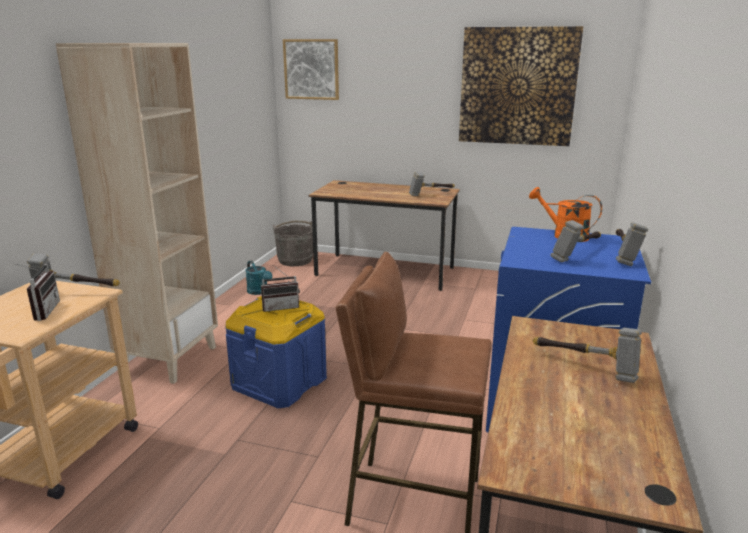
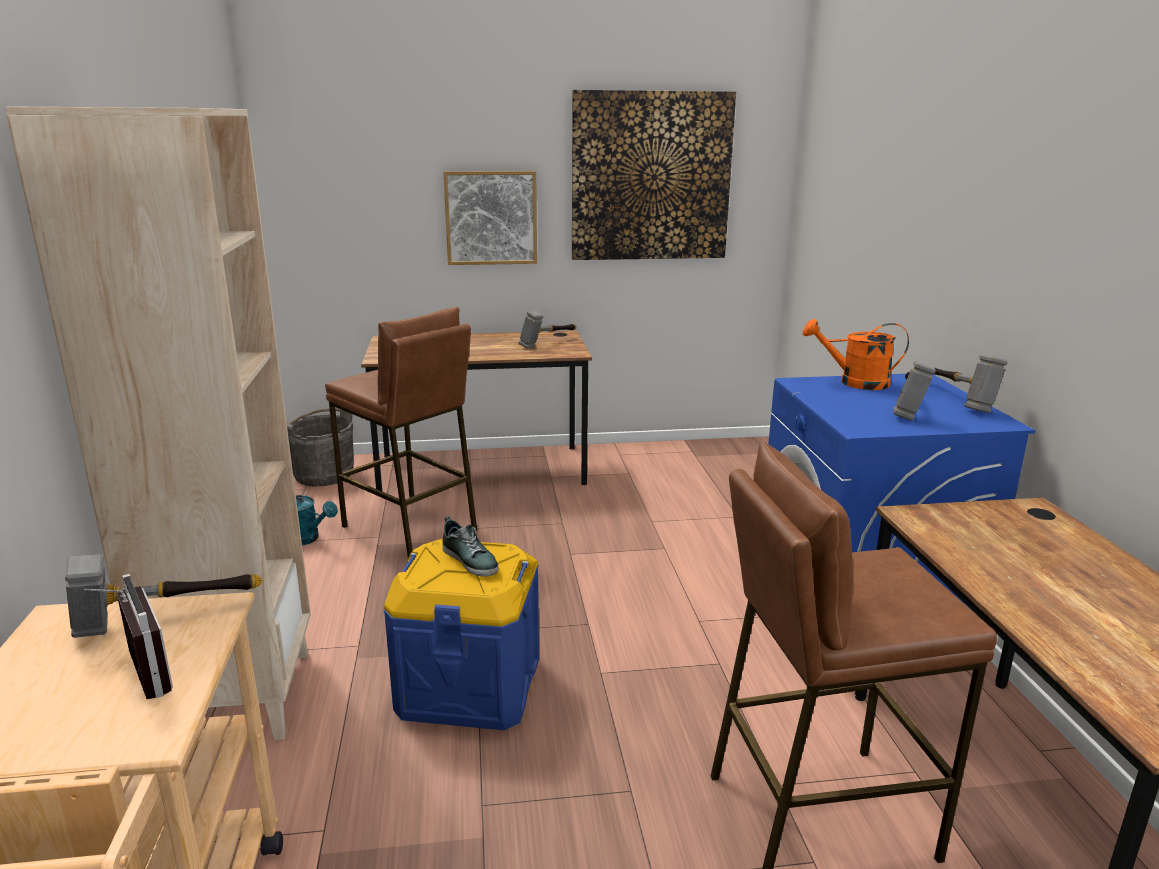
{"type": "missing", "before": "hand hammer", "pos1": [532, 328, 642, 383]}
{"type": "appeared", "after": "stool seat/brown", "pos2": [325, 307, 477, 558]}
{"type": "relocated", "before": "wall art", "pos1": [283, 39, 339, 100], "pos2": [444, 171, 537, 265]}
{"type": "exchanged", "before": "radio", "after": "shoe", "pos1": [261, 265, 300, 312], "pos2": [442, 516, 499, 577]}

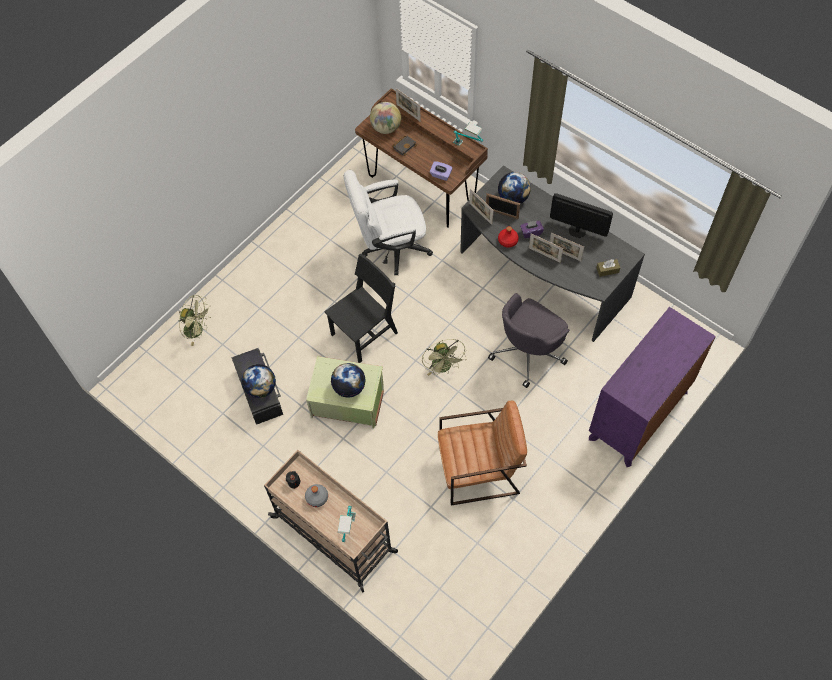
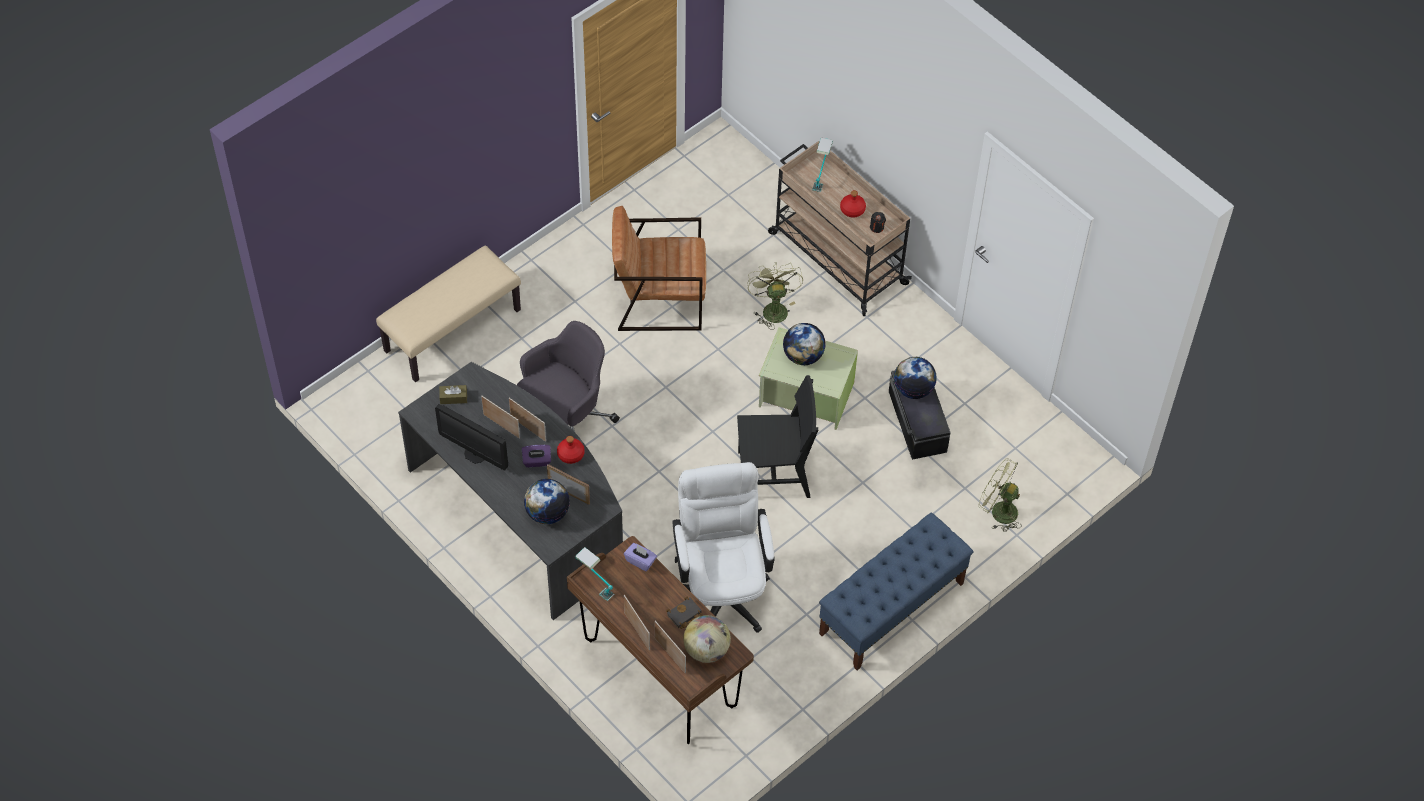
{"type": "appeared", "after": "bench/blue-coloured", "pos2": [819, 513, 973, 670]}
{"type": "relocated", "before": "cooling fan/greenish", "pos1": [422, 339, 466, 376], "pos2": [748, 262, 803, 330]}
{"type": "relocated", "before": "photo frame", "pos1": [469, 188, 494, 225], "pos2": [624, 595, 650, 650]}
{"type": "exchanged", "before": "dresser/purple-coloured", "after": "bench/beige", "pos1": [589, 307, 716, 467], "pos2": [376, 245, 521, 382]}
{"type": "colour", "before": "beverage bottle/grey", "after": "beverage bottle/red", "pos1": [305, 484, 328, 507], "pos2": [840, 190, 866, 218]}
{"type": "spun", "before": "chair/black", "pos1": [324, 254, 398, 363], "pos2": [737, 375, 818, 498], "turn": -150}
{"type": "spun", "before": "computer chair/white", "pos1": [343, 170, 433, 275], "pos2": [672, 462, 774, 633], "turn": -90}

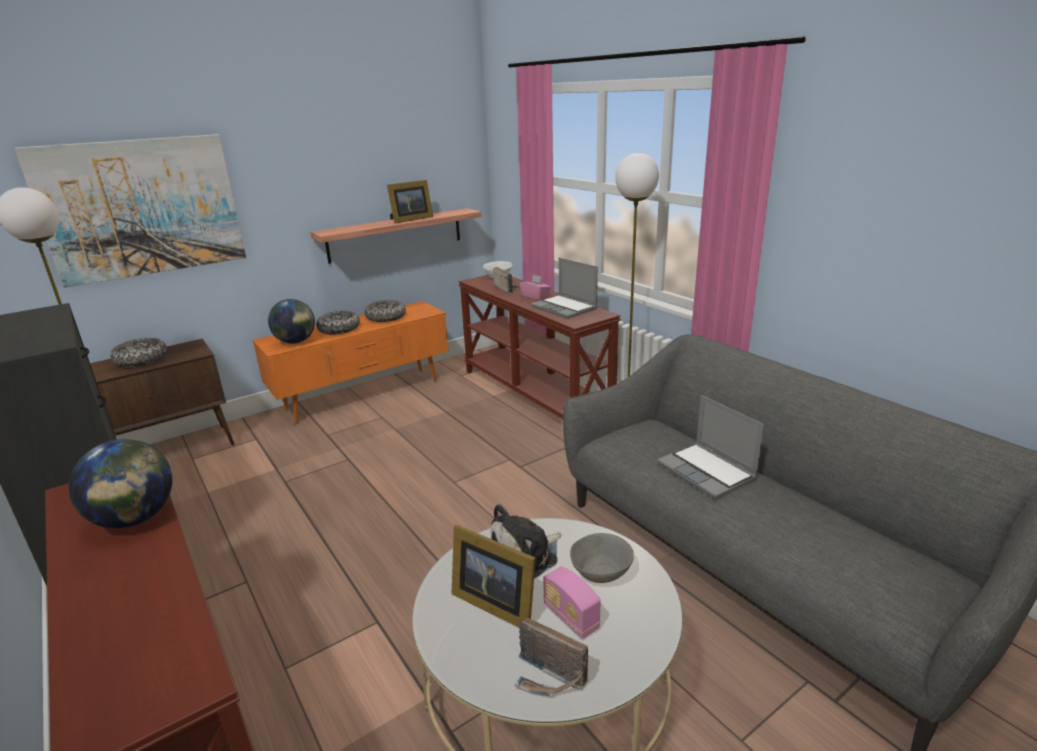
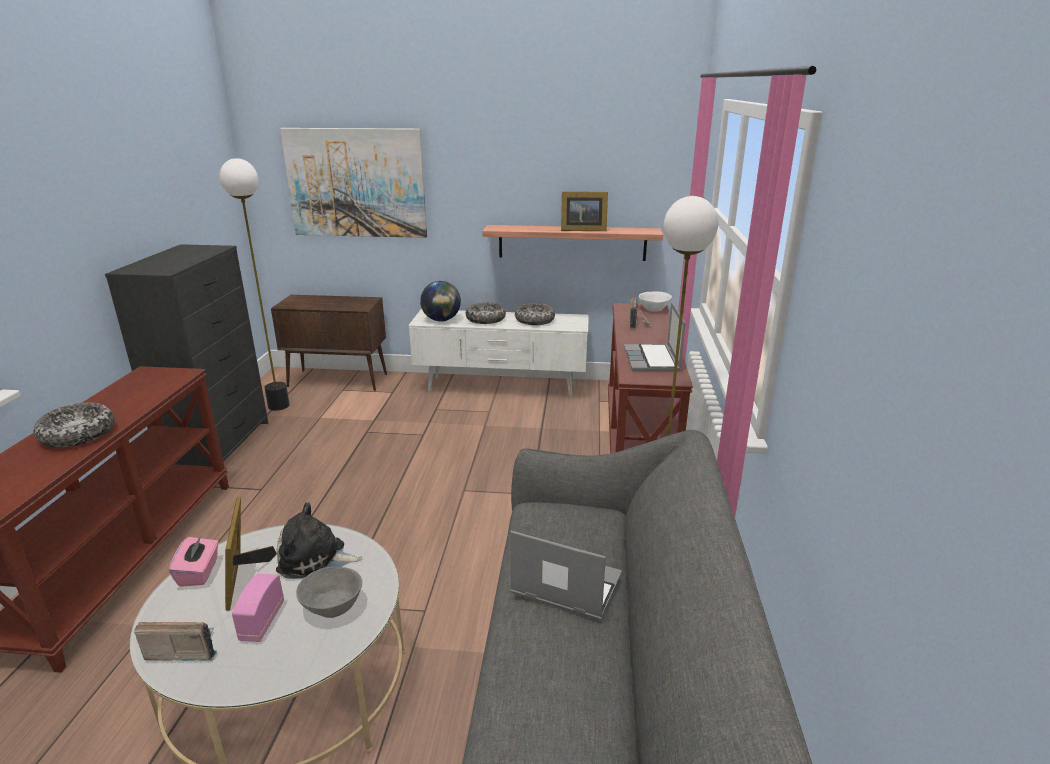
{"type": "missing", "before": "desk globe", "pos1": [69, 439, 173, 528]}
{"type": "relocated", "before": "bowl", "pos1": [110, 338, 167, 367], "pos2": [34, 403, 115, 448]}
{"type": "relocated", "before": "box of tissues/pink", "pos1": [520, 275, 551, 300], "pos2": [169, 536, 219, 587]}
{"type": "colour", "before": "media console/orange", "after": "media console/white", "pos1": [252, 301, 448, 424], "pos2": [408, 309, 589, 398]}
{"type": "spun", "before": "radio", "pos1": [514, 617, 588, 696], "pos2": [134, 622, 217, 661], "turn": 105}
{"type": "spun", "before": "notebook computer", "pos1": [657, 395, 764, 499], "pos2": [510, 531, 622, 620], "turn": 105}

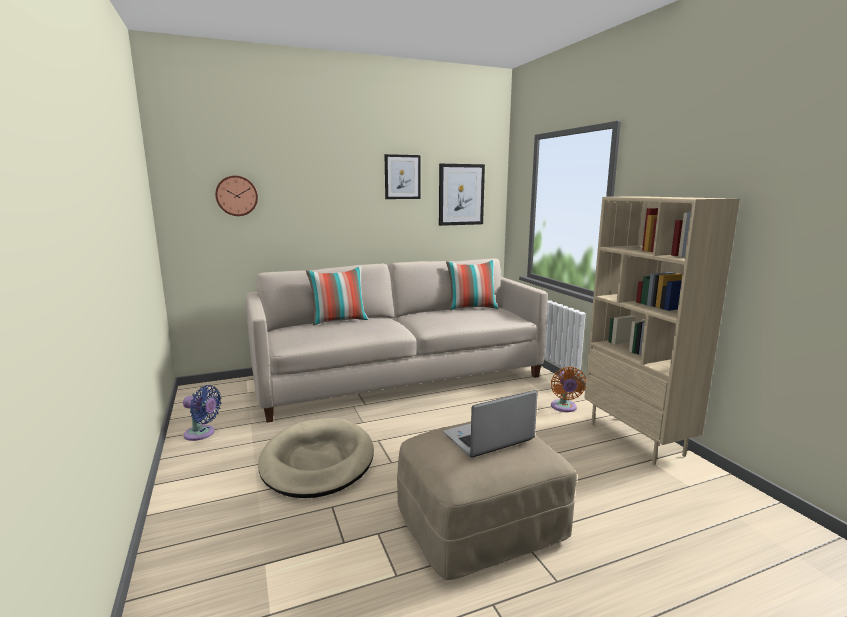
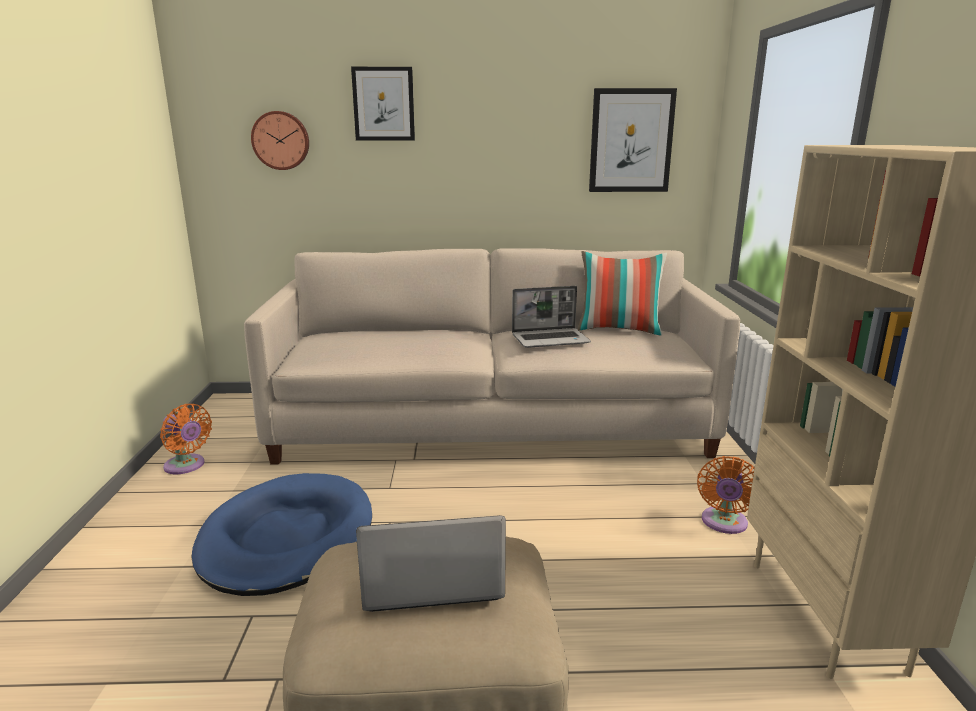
{"type": "missing", "before": "cushion", "pos1": [306, 266, 368, 325]}
{"type": "appeared", "after": "notebook computer", "pos2": [512, 286, 591, 348]}
{"type": "relocated", "before": "wall art", "pos1": [384, 154, 421, 199], "pos2": [351, 67, 415, 140]}
{"type": "colour", "before": "cooling fan/blue-coloured", "after": "cooling fan/orange", "pos1": [183, 385, 221, 441], "pos2": [160, 404, 212, 474]}
{"type": "colour", "before": "pet bed/beige", "after": "pet bed/blue-coloured", "pos1": [258, 418, 374, 498], "pos2": [192, 473, 372, 596]}

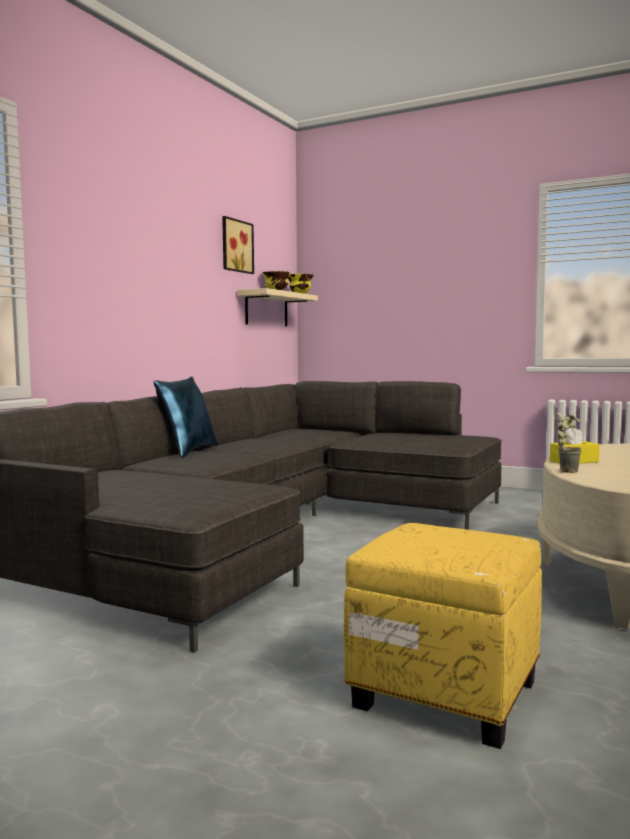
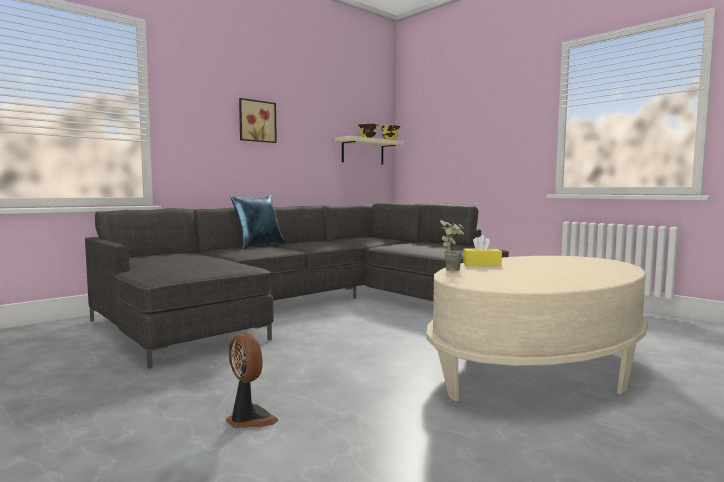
{"type": "relocated", "before": "wall art", "pos1": [222, 216, 254, 274], "pos2": [239, 98, 277, 143]}
{"type": "exchanged", "before": "pouffe/yellow-coloured", "after": "cooling fan", "pos1": [344, 523, 542, 749], "pos2": [226, 332, 278, 428]}

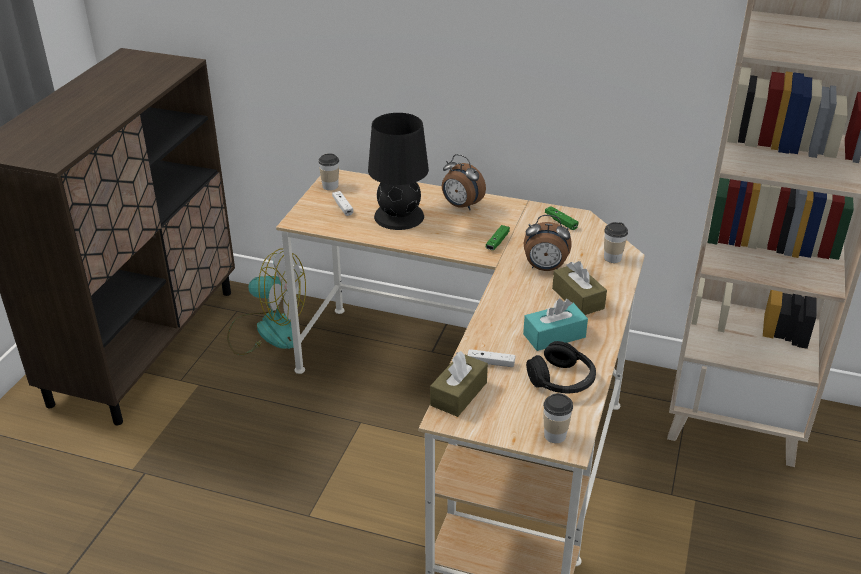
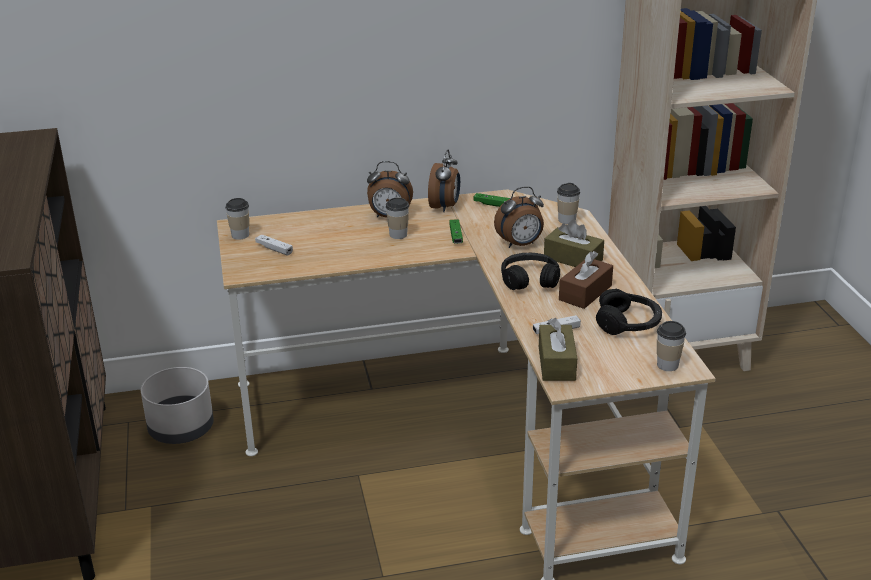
{"type": "missing", "before": "lamp for a table/black", "pos1": [368, 113, 429, 230]}
{"type": "appeared", "after": "cup", "pos2": [386, 198, 409, 239]}
{"type": "appeared", "after": "alarm clock", "pos2": [428, 150, 460, 212]}
{"type": "appeared", "after": "headphones/black", "pos2": [501, 253, 560, 290]}
{"type": "exchanged", "before": "cooling fan", "after": "planter/grey", "pos1": [227, 248, 306, 355], "pos2": [141, 367, 214, 444]}
{"type": "colour", "before": "box of tissues/blue-green", "after": "box of tissues/brown", "pos1": [523, 299, 588, 351], "pos2": [559, 251, 613, 309]}

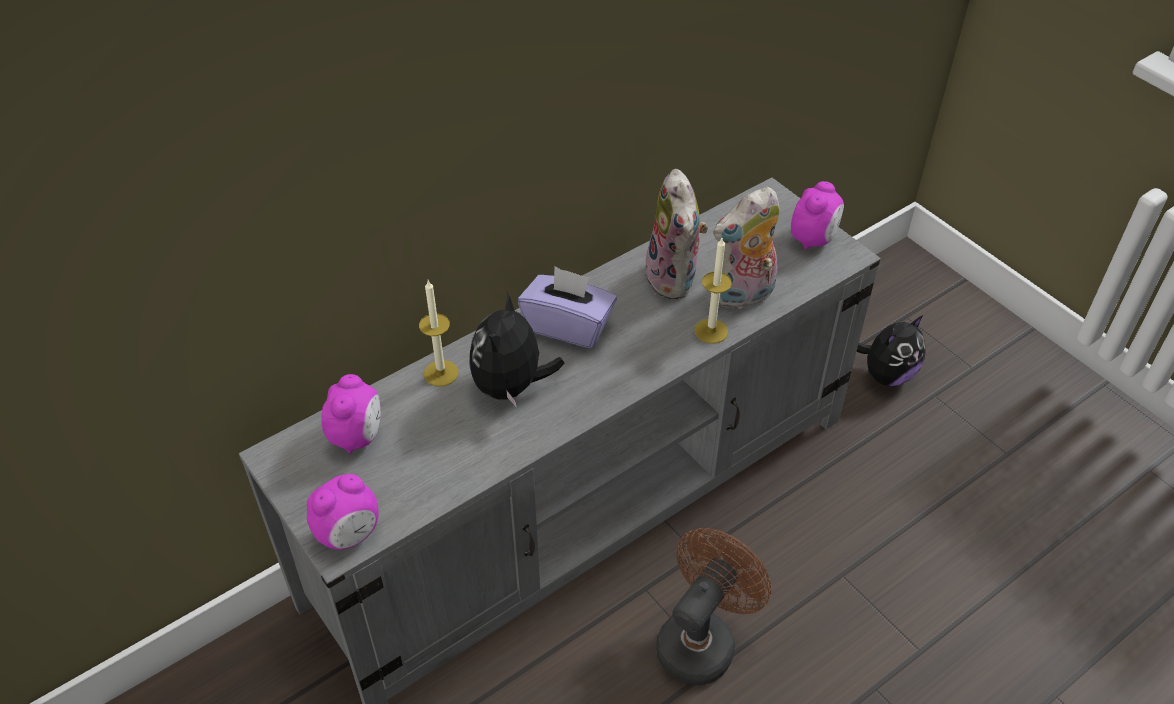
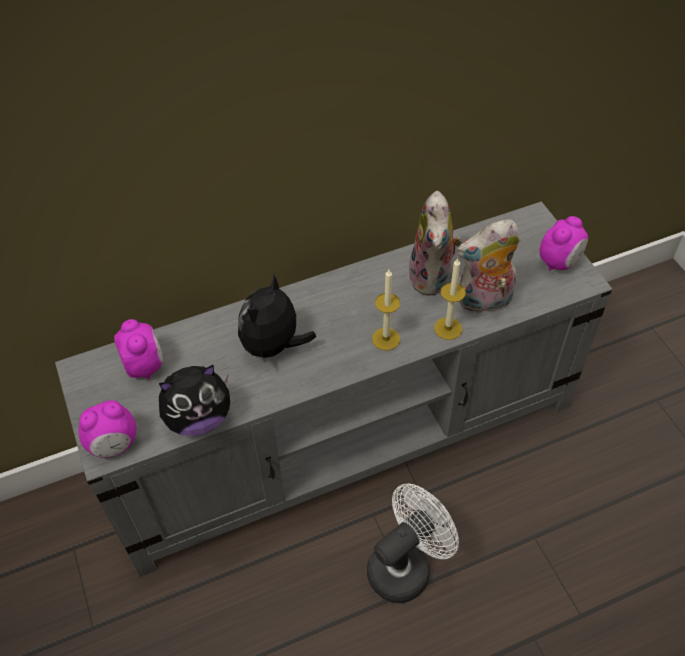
{"type": "missing", "before": "box of tissues/purple-coloured", "pos1": [518, 267, 617, 348]}
{"type": "relocated", "before": "wax candle", "pos1": [419, 280, 458, 387], "pos2": [372, 270, 400, 350]}
{"type": "relocated", "before": "soft toy", "pos1": [857, 315, 926, 386], "pos2": [159, 365, 230, 436]}
{"type": "colour", "before": "cooling fan/brown", "after": "cooling fan/white", "pos1": [656, 528, 771, 685], "pos2": [367, 484, 459, 603]}
{"type": "spun", "before": "alarm clock", "pos1": [321, 374, 381, 454], "pos2": [114, 319, 163, 380], "turn": -45}

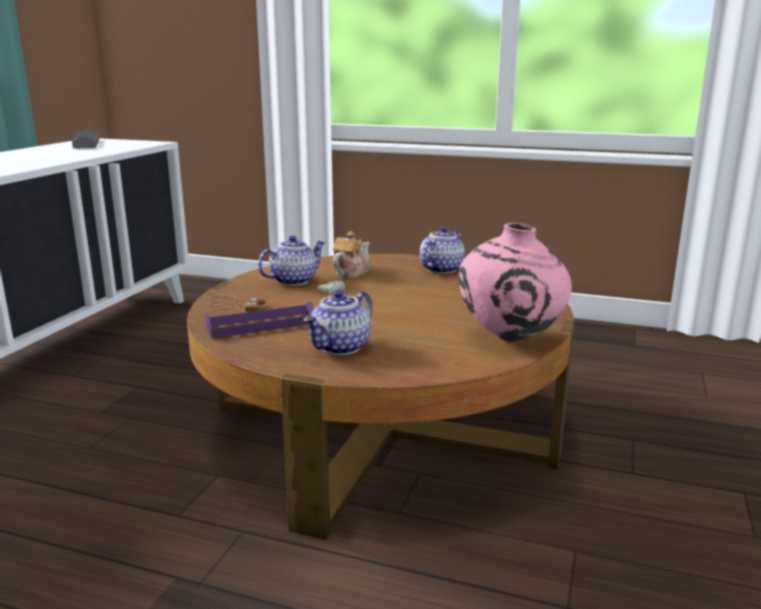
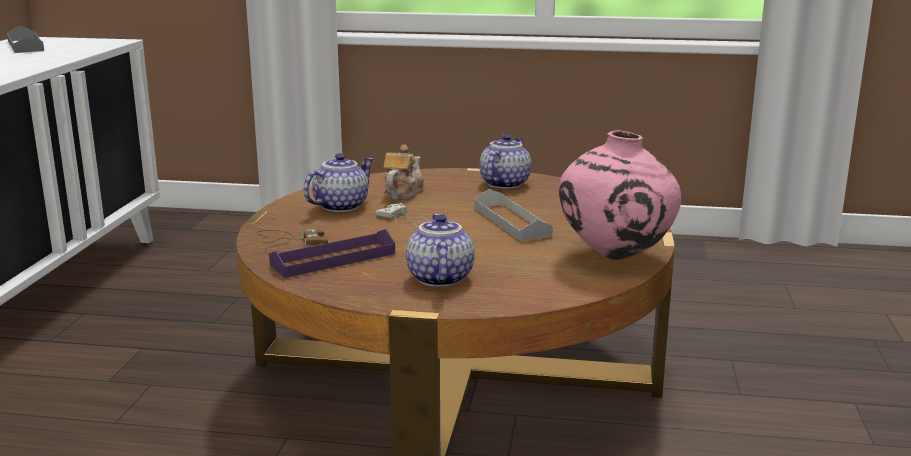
{"type": "appeared", "after": "carrying tray/grey", "pos2": [474, 189, 553, 241]}
{"type": "spun", "before": "teapot", "pos1": [303, 290, 373, 355], "pos2": [406, 214, 474, 287], "turn": 150}

